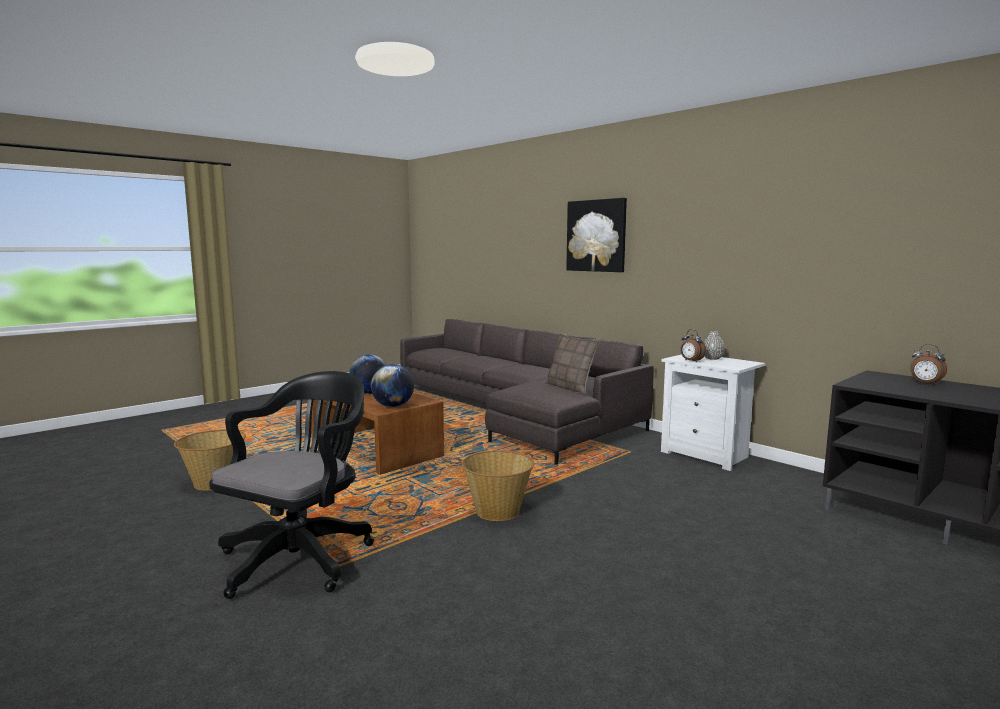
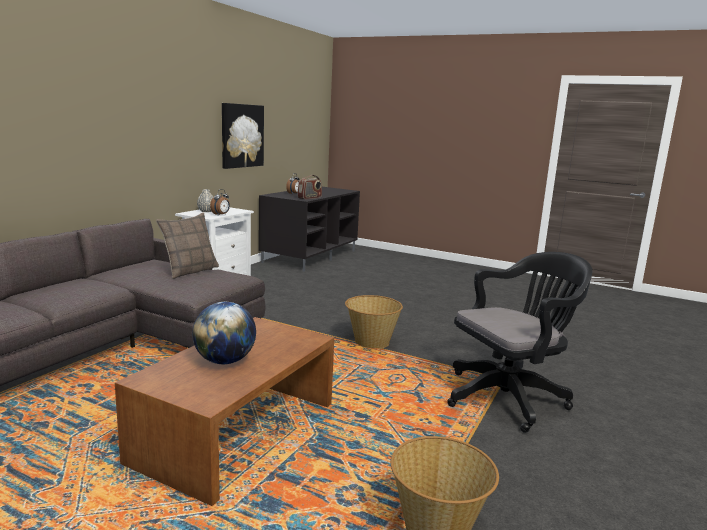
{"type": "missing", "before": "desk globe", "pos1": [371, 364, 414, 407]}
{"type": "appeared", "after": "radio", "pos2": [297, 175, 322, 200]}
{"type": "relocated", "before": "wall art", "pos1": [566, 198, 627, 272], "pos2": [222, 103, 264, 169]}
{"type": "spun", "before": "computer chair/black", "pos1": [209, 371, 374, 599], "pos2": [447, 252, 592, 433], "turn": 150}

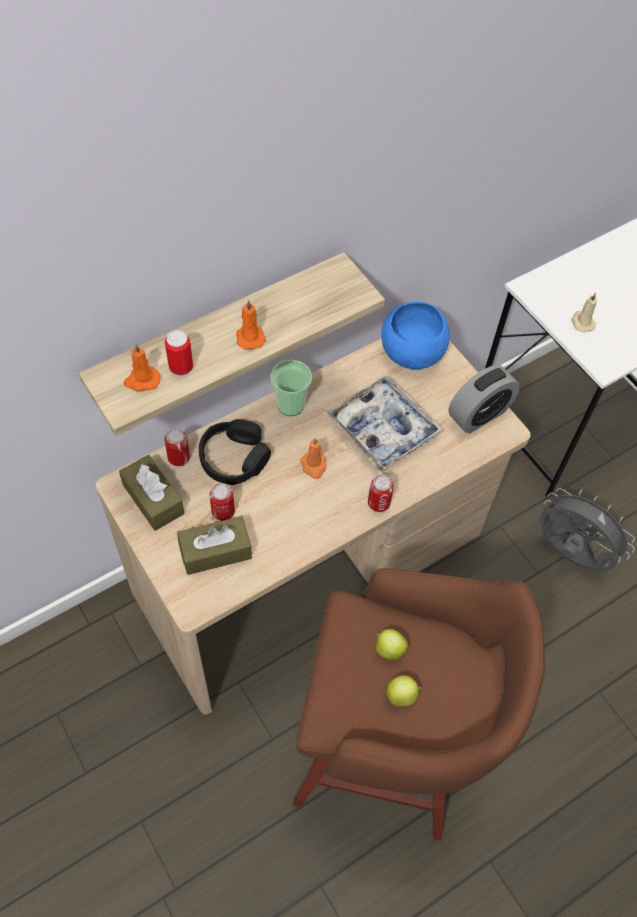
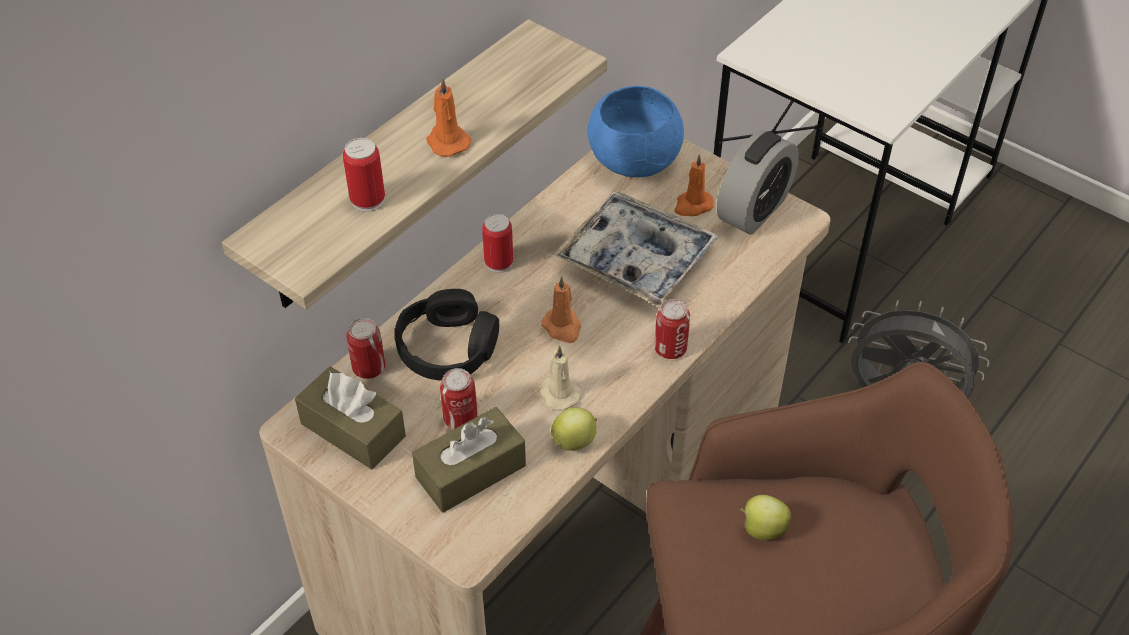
{"type": "relocated", "before": "wax candle/orange", "pos1": [124, 344, 160, 392], "pos2": [674, 154, 714, 216]}
{"type": "relocated", "before": "apple", "pos1": [385, 675, 421, 707], "pos2": [551, 407, 597, 451]}
{"type": "relocated", "before": "wax candle/beige", "pos1": [571, 293, 597, 332], "pos2": [539, 345, 581, 411]}
{"type": "exchanged", "before": "cup", "after": "metal can", "pos1": [270, 360, 312, 416], "pos2": [482, 214, 513, 273]}

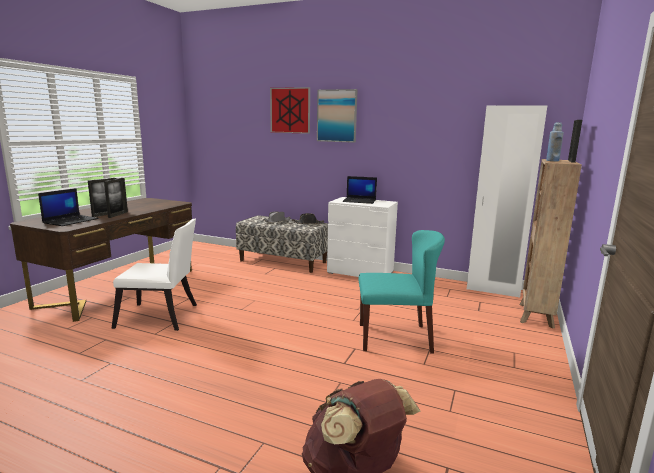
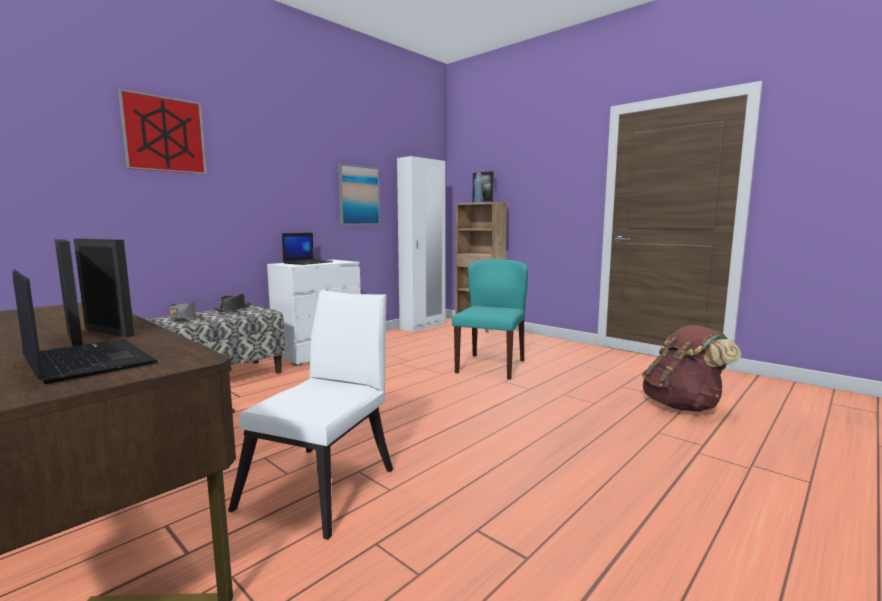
{"type": "relocated", "before": "wall art", "pos1": [317, 89, 358, 143], "pos2": [338, 164, 380, 225]}

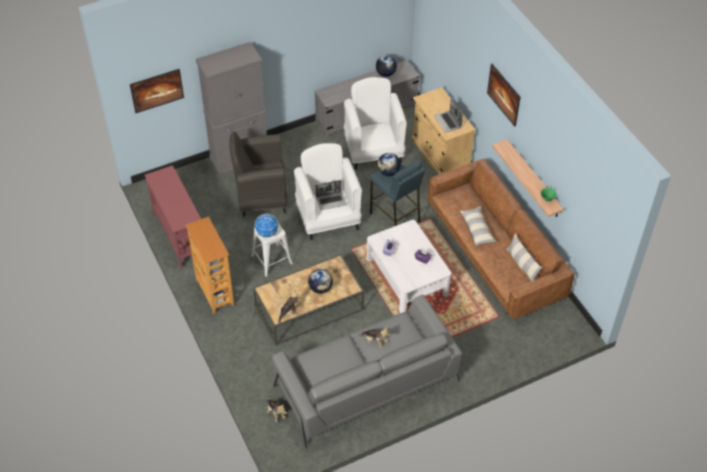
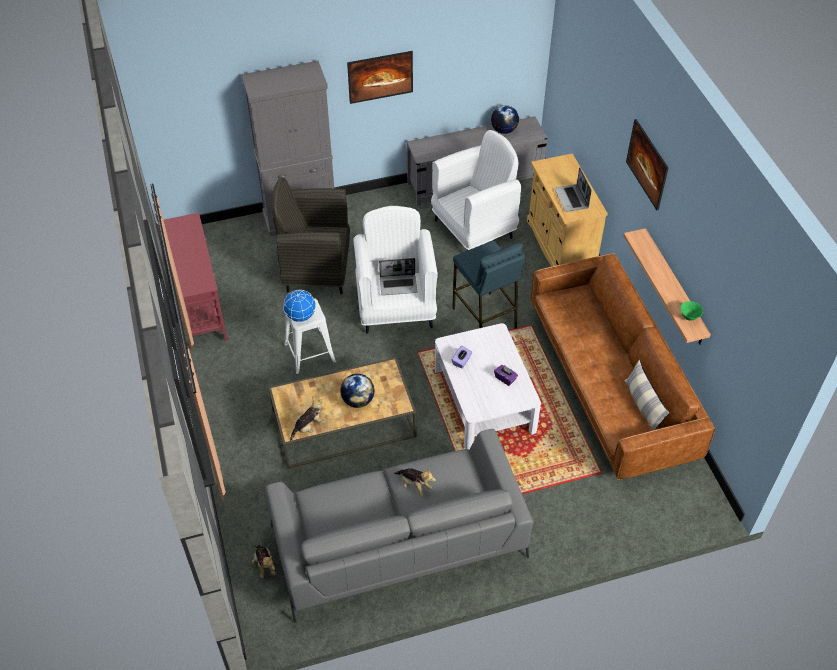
{"type": "missing", "before": "shelving unit", "pos1": [185, 217, 234, 314]}
{"type": "missing", "before": "desk globe", "pos1": [377, 153, 401, 176]}
{"type": "missing", "before": "cushion", "pos1": [460, 207, 496, 246]}
{"type": "relocated", "before": "wall art", "pos1": [130, 69, 184, 113], "pos2": [347, 51, 413, 104]}
{"type": "spun", "before": "lounge chair/white", "pos1": [344, 77, 407, 169], "pos2": [431, 130, 521, 250], "turn": 60}

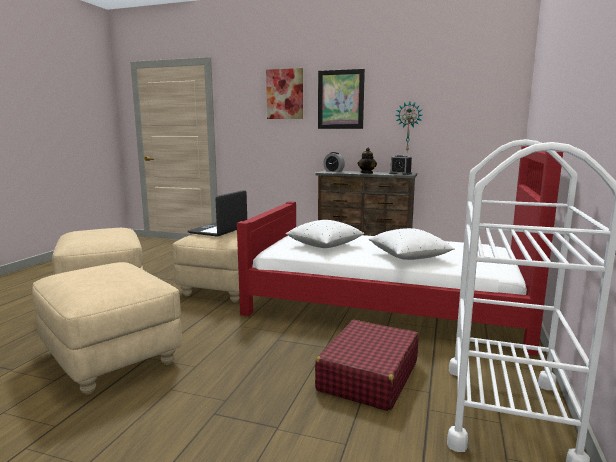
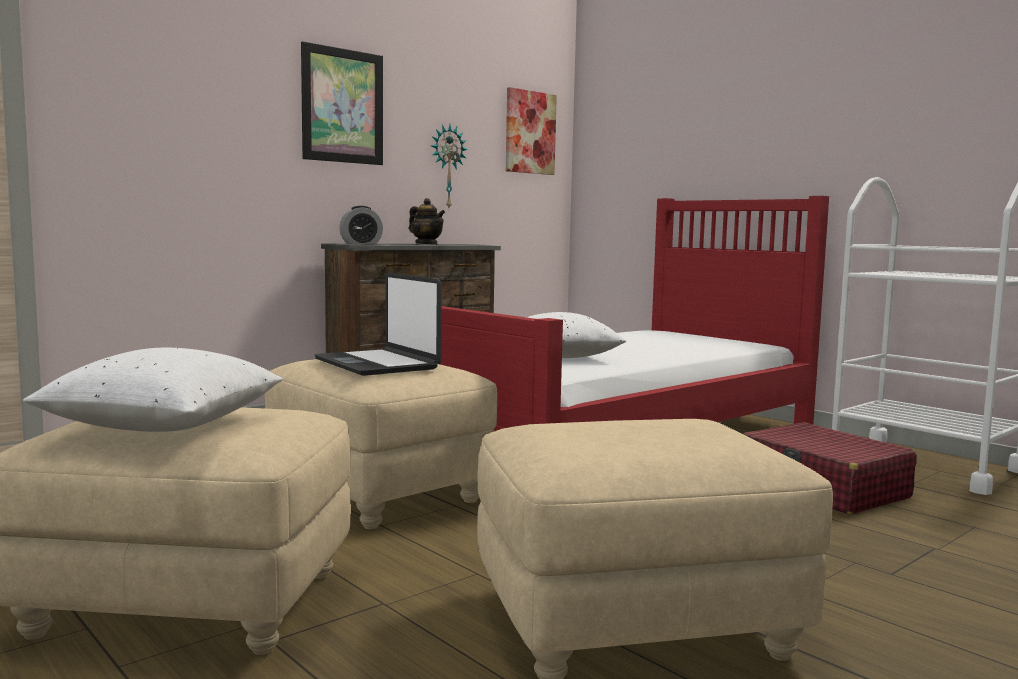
{"type": "missing", "before": "alarm clock", "pos1": [389, 155, 412, 175]}
{"type": "relocated", "before": "wall art", "pos1": [266, 68, 303, 119], "pos2": [506, 87, 557, 175]}
{"type": "relocated", "before": "cushion/white", "pos1": [369, 228, 455, 260], "pos2": [23, 348, 283, 432]}

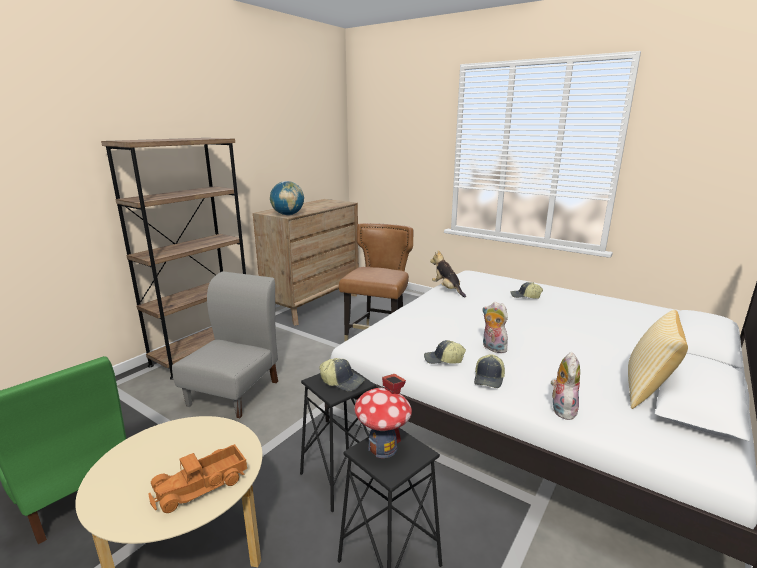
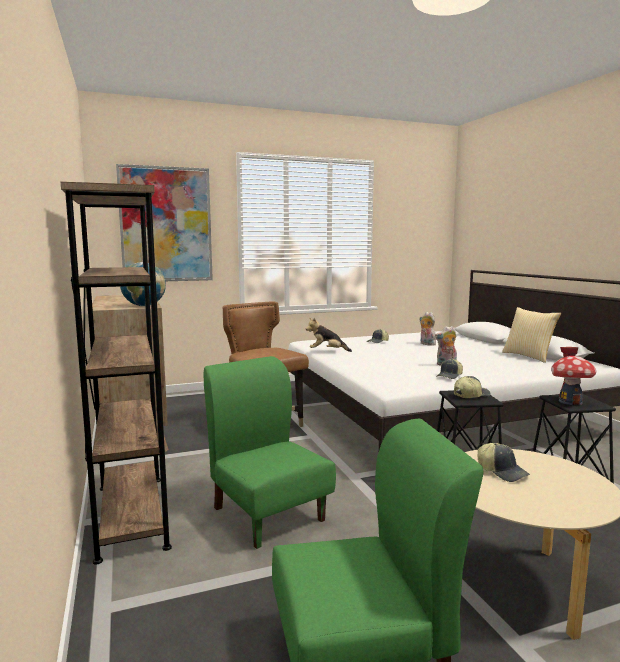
{"type": "missing", "before": "toy truck", "pos1": [148, 444, 247, 513]}
{"type": "appeared", "after": "wall art", "pos2": [116, 164, 213, 281]}
{"type": "relocated", "before": "baseball cap", "pos1": [474, 354, 505, 388], "pos2": [478, 443, 530, 482]}
{"type": "relocated", "before": "soft toy", "pos1": [551, 352, 580, 420], "pos2": [420, 312, 436, 346]}
{"type": "colour", "before": "chair/grey", "after": "chair/greenish", "pos1": [172, 271, 278, 418], "pos2": [204, 356, 336, 549]}

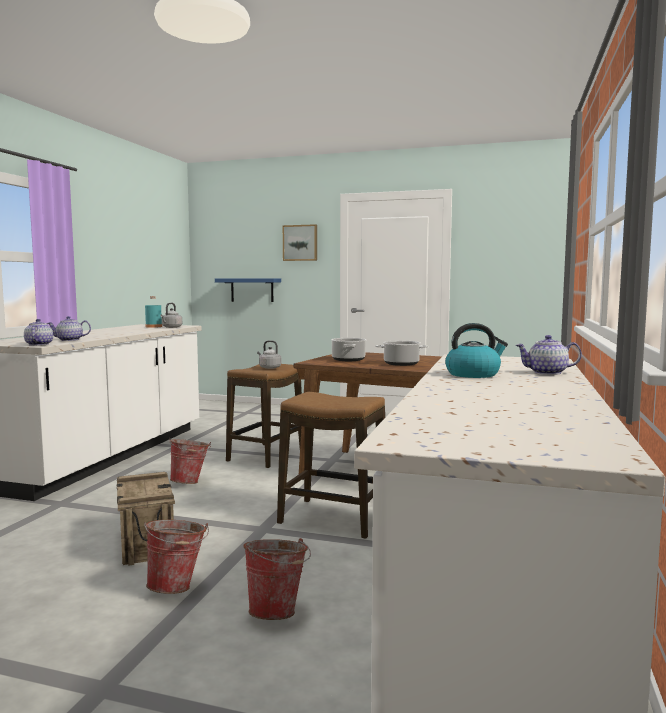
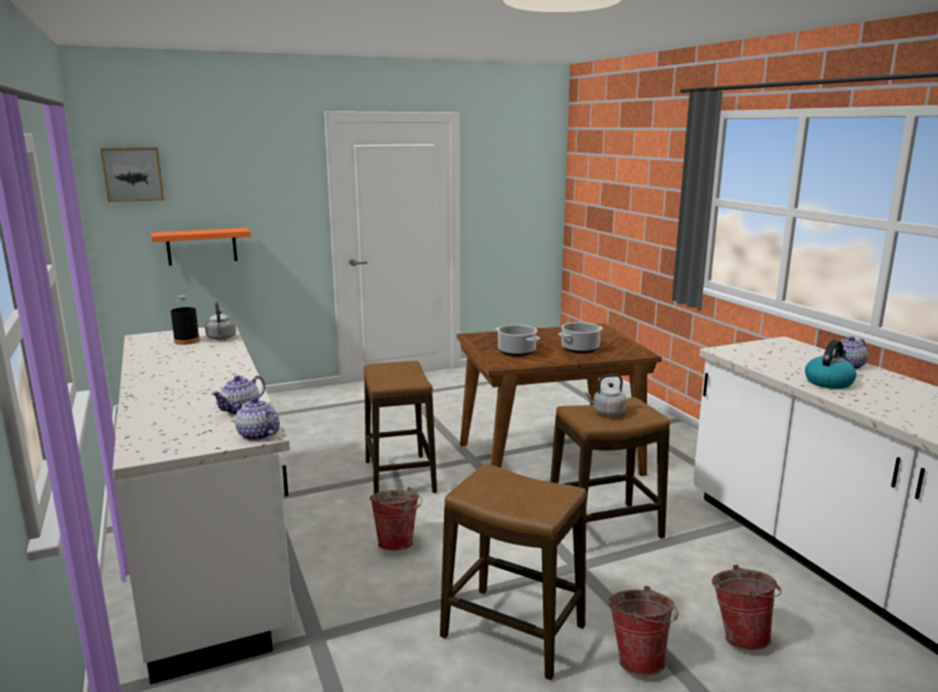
{"type": "relocated", "before": "tea kettle/grey", "pos1": [257, 340, 281, 369], "pos2": [585, 374, 627, 416]}
{"type": "relocated", "before": "wall art", "pos1": [283, 224, 317, 261], "pos2": [100, 148, 164, 202]}
{"type": "exchanged", "before": "shipping crate", "after": "stool seat", "pos1": [117, 472, 175, 566], "pos2": [440, 464, 586, 680]}
{"type": "colour", "before": "beverage bottle/blue-green", "after": "beverage bottle/black", "pos1": [145, 296, 162, 328], "pos2": [171, 295, 200, 345]}
{"type": "colour", "before": "bracket shelf/blue-coloured", "after": "bracket shelf/orange", "pos1": [215, 278, 281, 302], "pos2": [151, 228, 251, 266]}

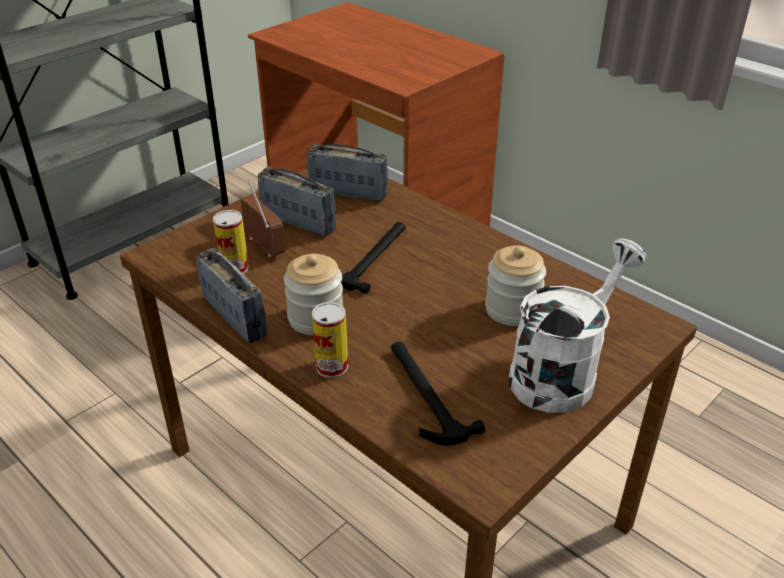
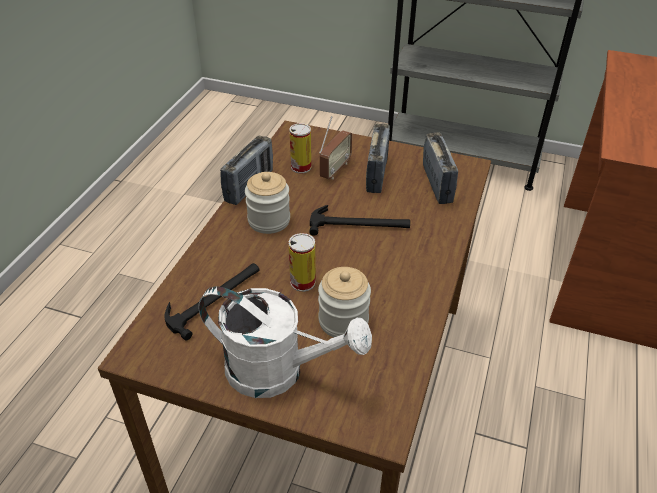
{"type": "relocated", "before": "metal can", "pos1": [312, 302, 348, 378], "pos2": [288, 233, 316, 292]}

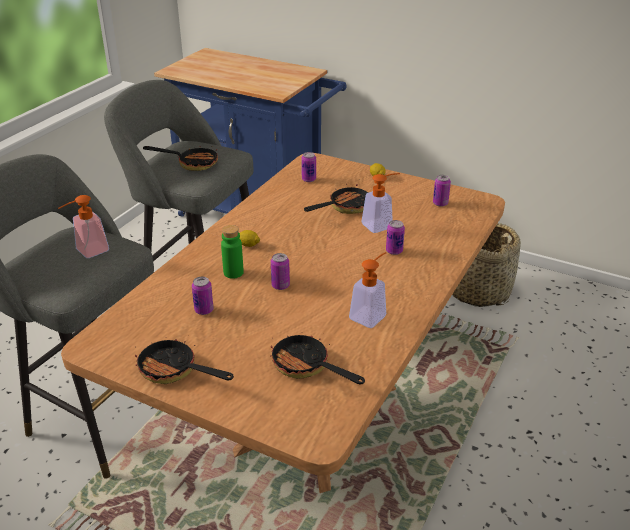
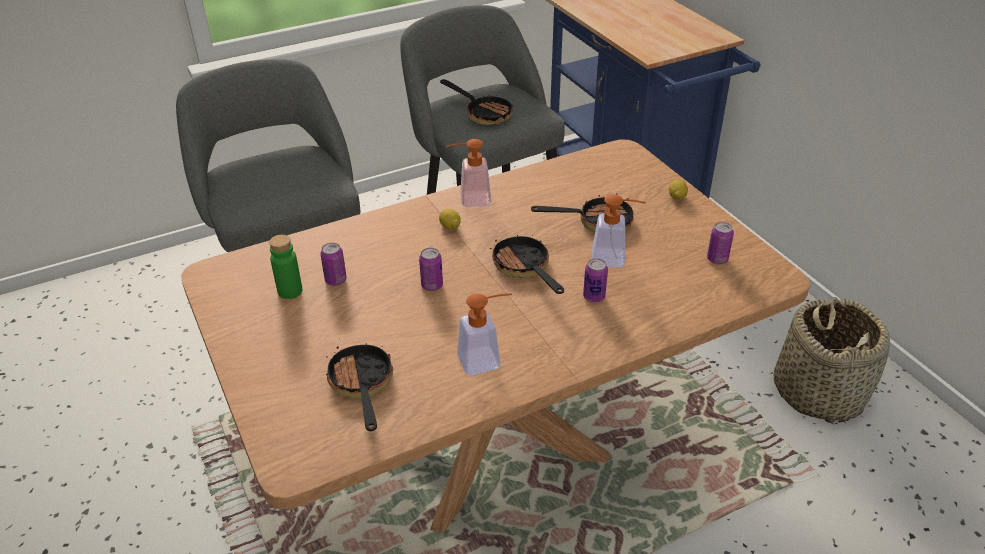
{"type": "missing", "before": "metal can", "pos1": [301, 152, 316, 182]}
{"type": "relocated", "before": "soap bottle", "pos1": [58, 195, 109, 258], "pos2": [446, 139, 491, 207]}
{"type": "relocated", "before": "frying pan", "pos1": [135, 337, 234, 384], "pos2": [490, 235, 564, 294]}
{"type": "relocated", "before": "beverage bottle/greenish", "pos1": [221, 225, 244, 279], "pos2": [269, 235, 302, 299]}

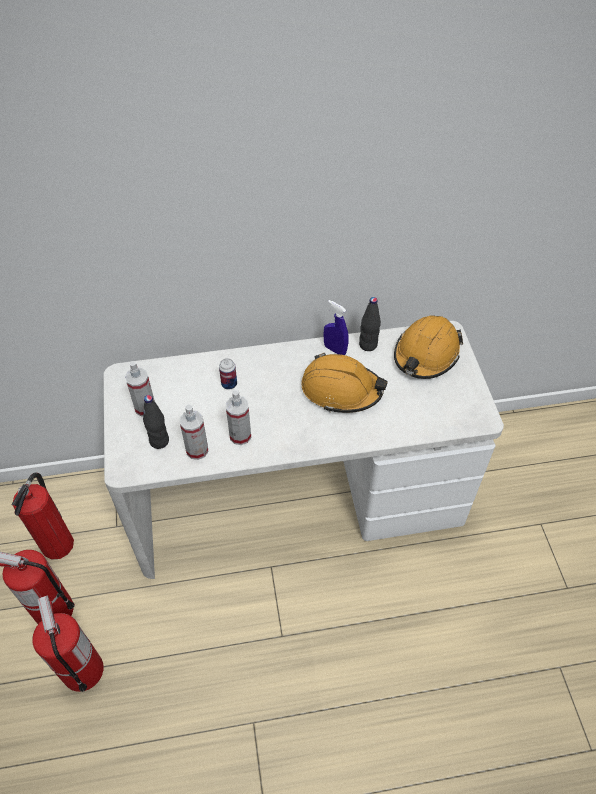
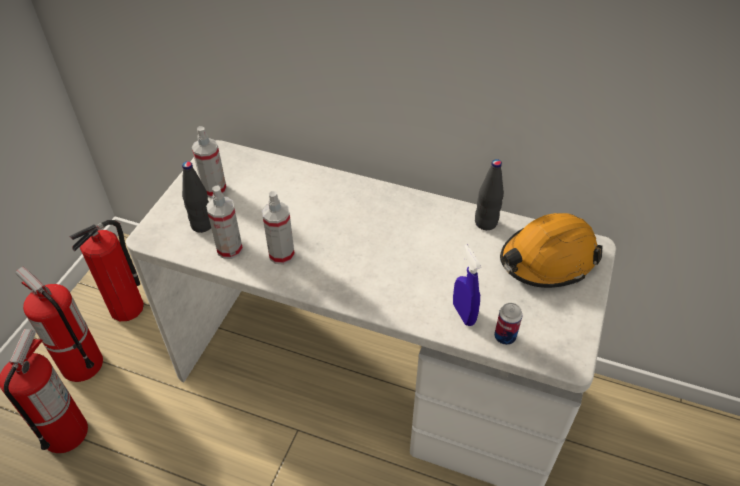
{"type": "missing", "before": "safety helmet/orange", "pos1": [301, 353, 388, 413]}
{"type": "relocated", "before": "metal can", "pos1": [219, 358, 237, 390], "pos2": [494, 303, 522, 345]}
{"type": "relocated", "before": "sprayer/blue-coloured", "pos1": [323, 300, 349, 355], "pos2": [453, 245, 481, 326]}

